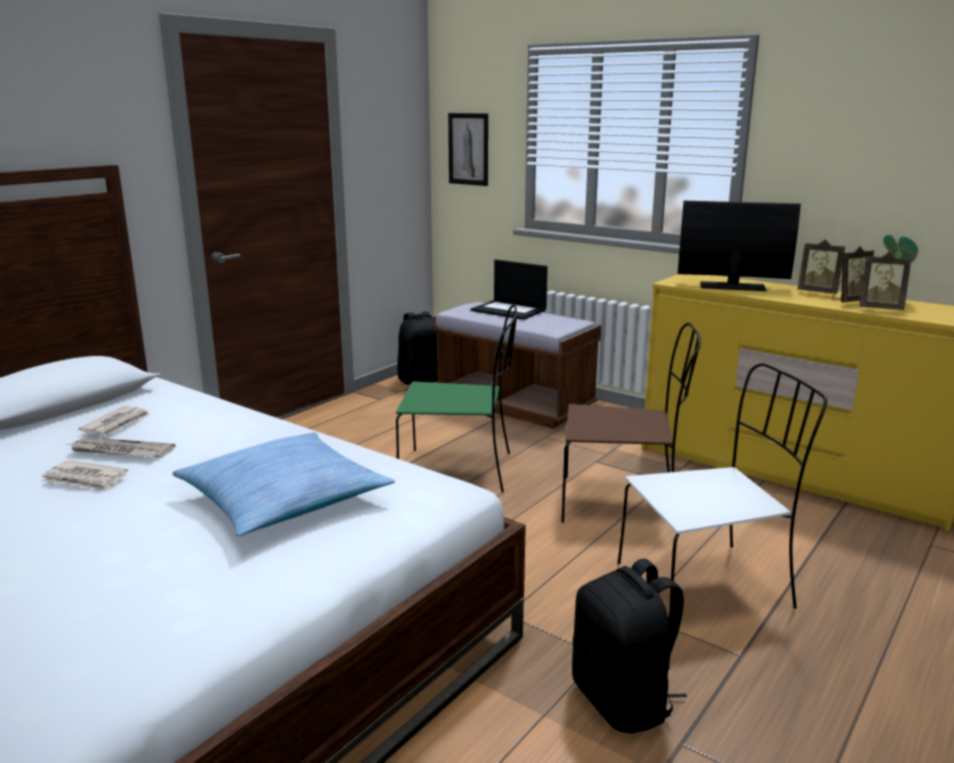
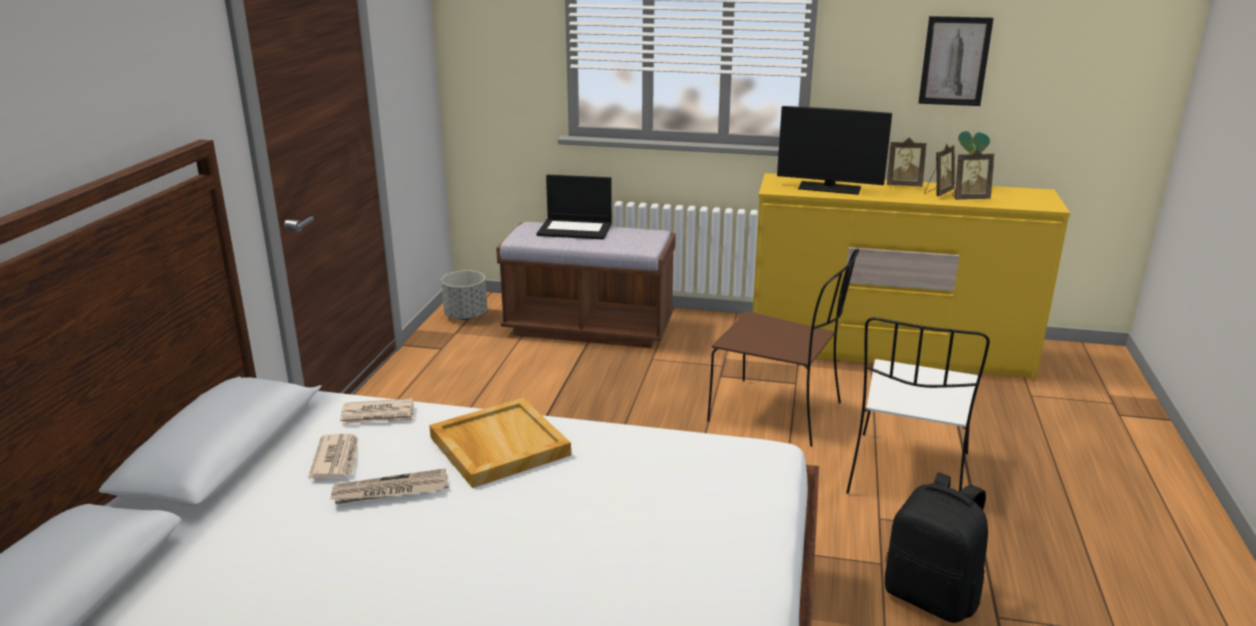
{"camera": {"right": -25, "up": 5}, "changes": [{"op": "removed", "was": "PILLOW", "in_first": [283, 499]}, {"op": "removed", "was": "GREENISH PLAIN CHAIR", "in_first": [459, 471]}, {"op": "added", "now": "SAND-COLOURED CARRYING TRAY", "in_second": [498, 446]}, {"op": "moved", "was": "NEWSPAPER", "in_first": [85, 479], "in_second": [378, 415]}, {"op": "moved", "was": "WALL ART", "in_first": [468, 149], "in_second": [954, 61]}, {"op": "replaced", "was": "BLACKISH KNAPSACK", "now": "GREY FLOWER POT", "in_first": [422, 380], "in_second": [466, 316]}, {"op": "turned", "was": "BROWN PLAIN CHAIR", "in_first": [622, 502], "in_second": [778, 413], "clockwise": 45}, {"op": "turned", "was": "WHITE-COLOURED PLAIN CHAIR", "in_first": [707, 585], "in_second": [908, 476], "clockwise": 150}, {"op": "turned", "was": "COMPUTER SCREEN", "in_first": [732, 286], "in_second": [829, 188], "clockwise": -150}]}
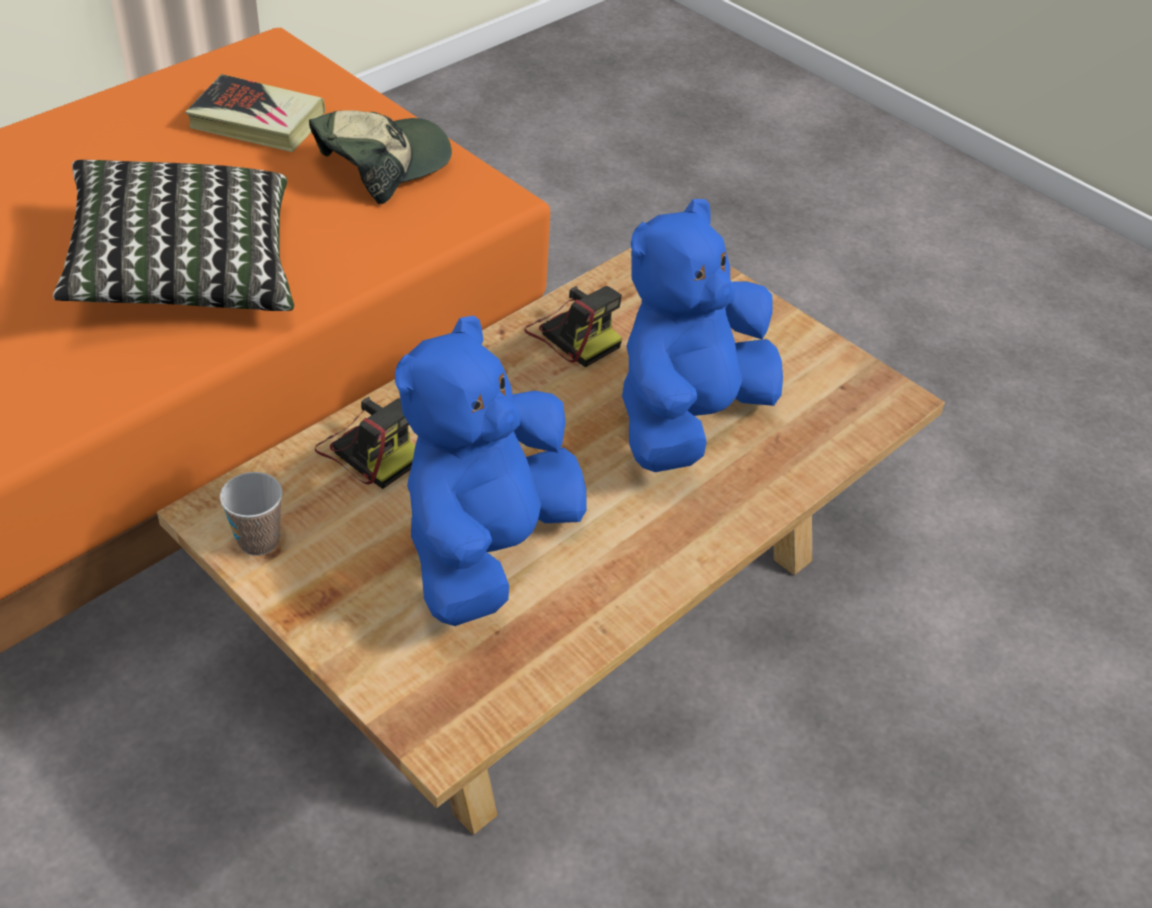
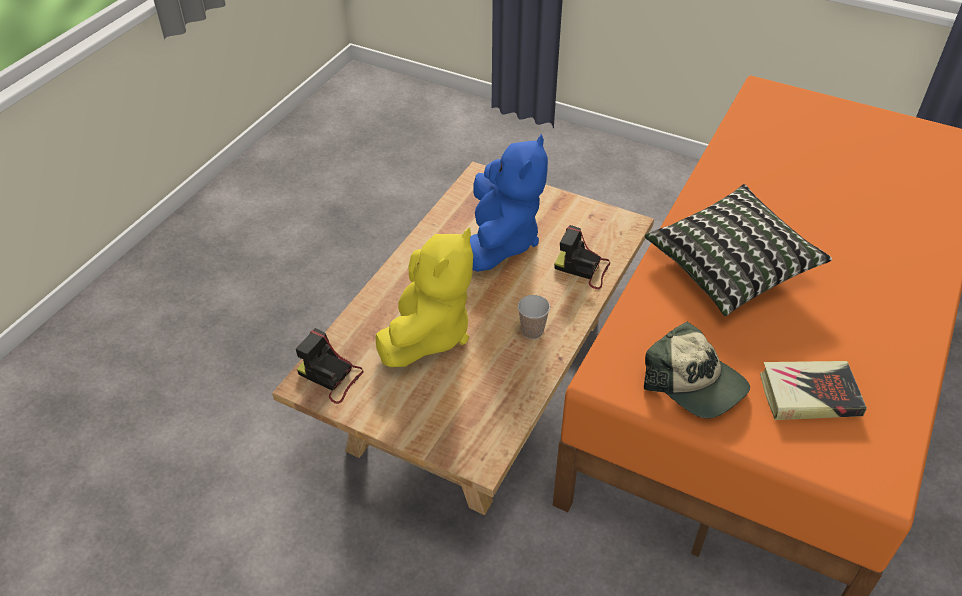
{"camera": {"right": 165, "up": 0}, "changes": [{"op": "moved", "was": "CUP", "in_first": [258, 540], "in_second": [532, 331]}, {"op": "moved", "was": "STILL CAMERA", "in_first": [573, 335], "in_second": [331, 377]}, {"op": "recoloured", "was": "BLUE-COLOURED PLUSH TOY", "now": "YELLOWISH PLUSH TOY", "in_first": [687, 418], "in_second": [428, 333]}, {"op": "turned", "was": "CAP", "in_first": [382, 164], "in_second": [695, 383], "clockwise": -75}]}
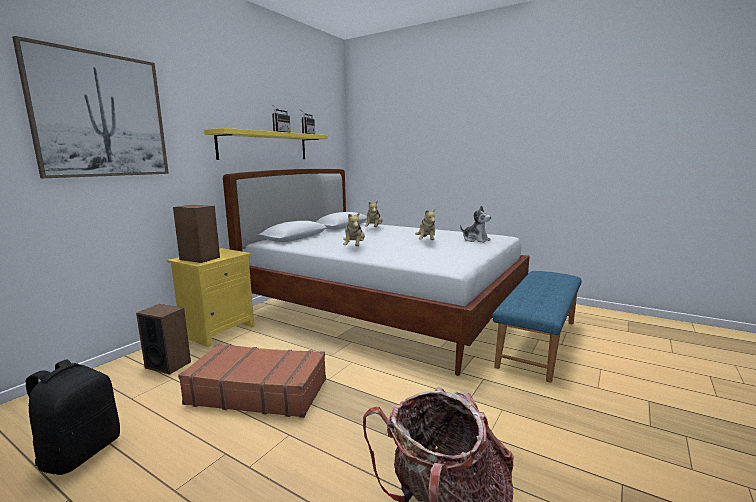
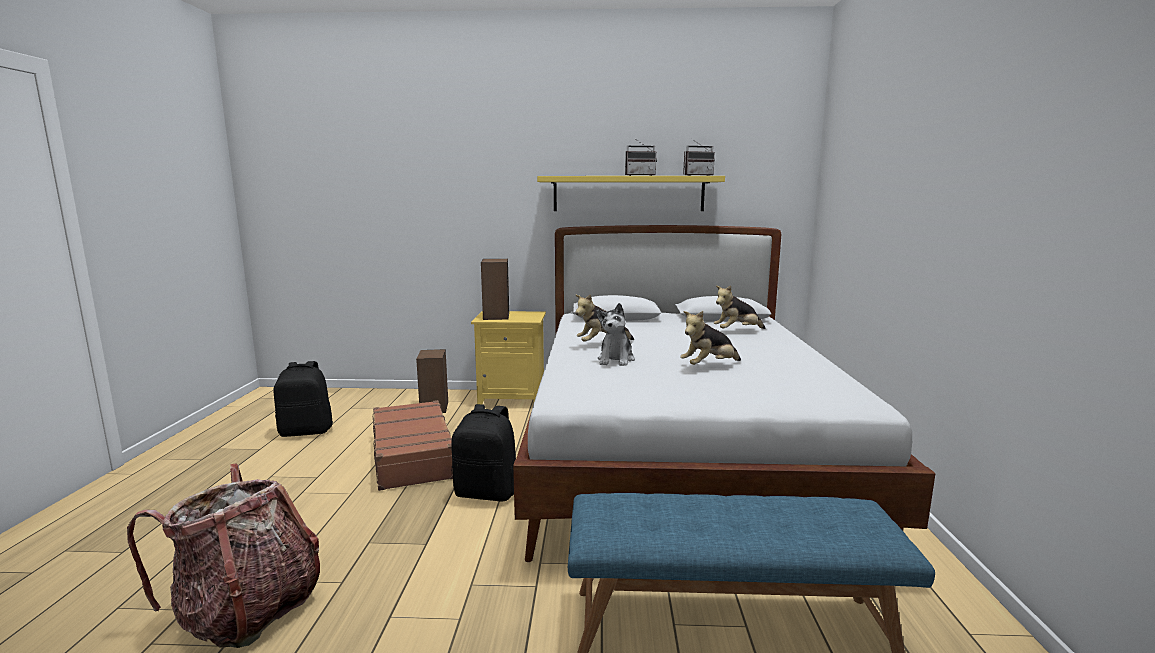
{"camera": {"right": 60, "up": 0}, "changes": [{"op": "removed", "was": "WALL ART", "in_first": [100, 115]}, {"op": "added", "now": "BLACKISH KNAPSACK", "in_second": [487, 492]}, {"op": "moved", "was": "PLUSH TOY", "in_first": [475, 240], "in_second": [616, 360]}]}
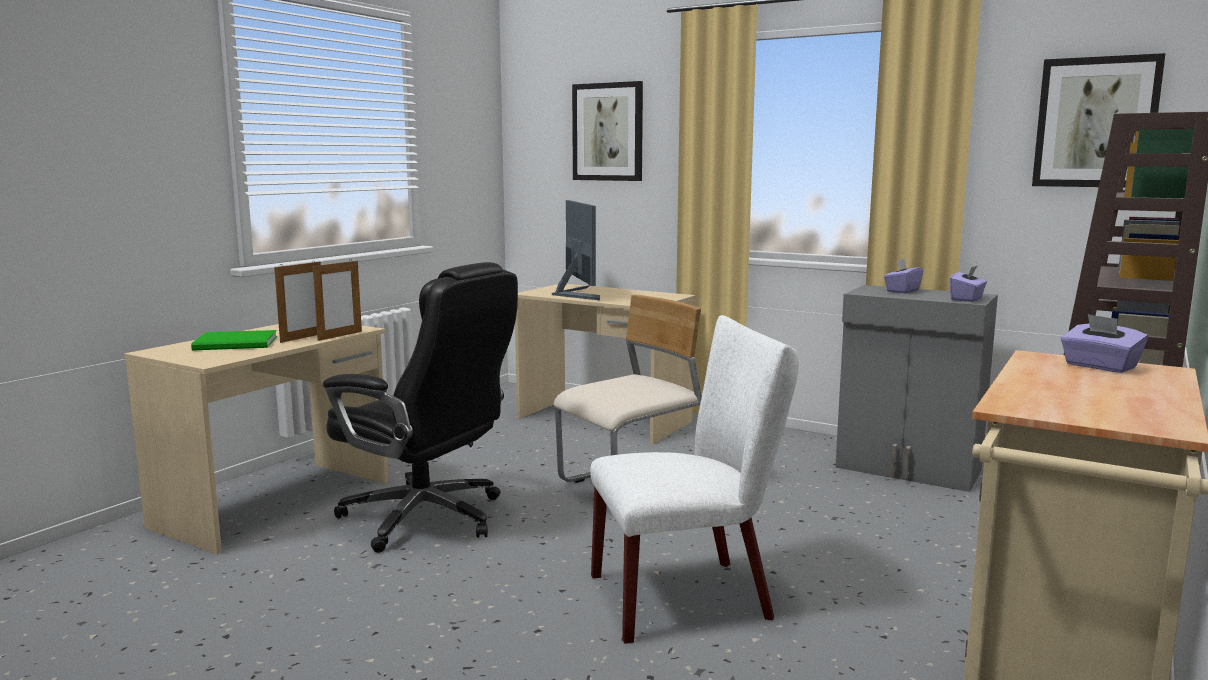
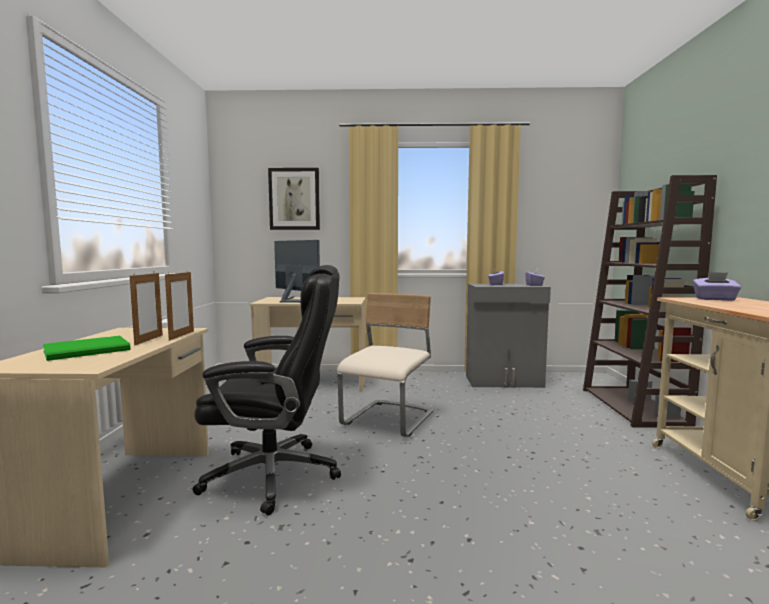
{"camera": {"right": -30, "up": -5}, "changes": [{"op": "removed", "was": "WHITE-COLOURED PLAIN CHAIR", "in_first": [691, 596]}, {"op": "removed", "was": "WALL ART", "in_first": [1096, 122]}]}
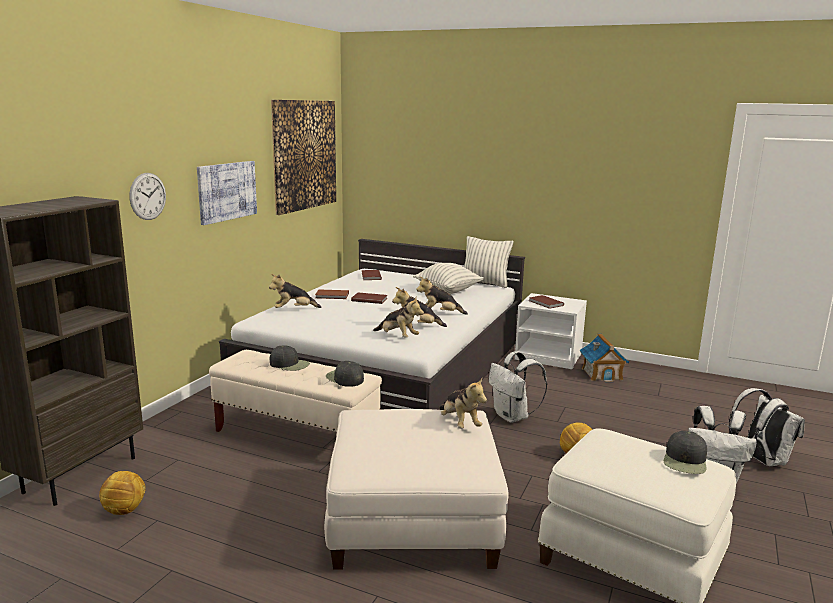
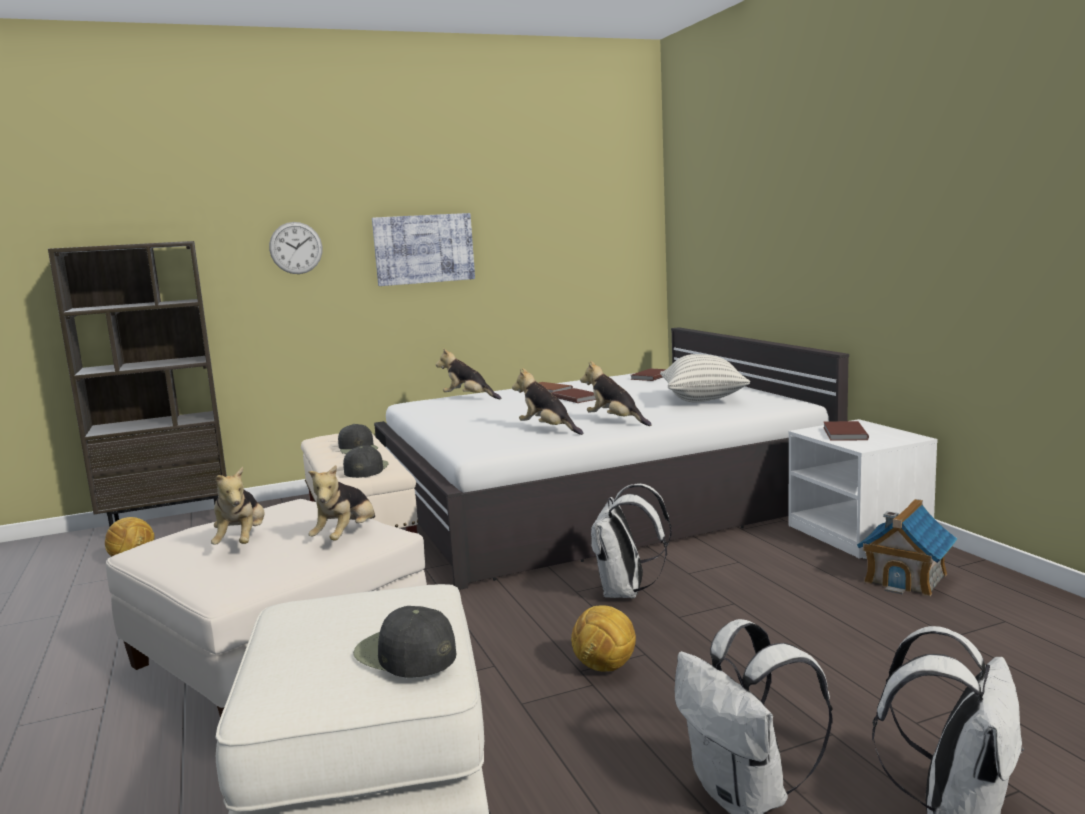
{"camera": {"right": 45, "up": -5}, "changes": [{"op": "removed", "was": "WALL ART", "in_first": [304, 155]}, {"op": "removed", "was": "PILLOW", "in_first": [485, 283]}, {"op": "moved", "was": "PLUSH TOY", "in_first": [397, 337], "in_second": [242, 542]}, {"op": "turned", "was": "BLACKISH CAP", "in_first": [685, 460], "in_second": [405, 653], "clockwise": 60}]}
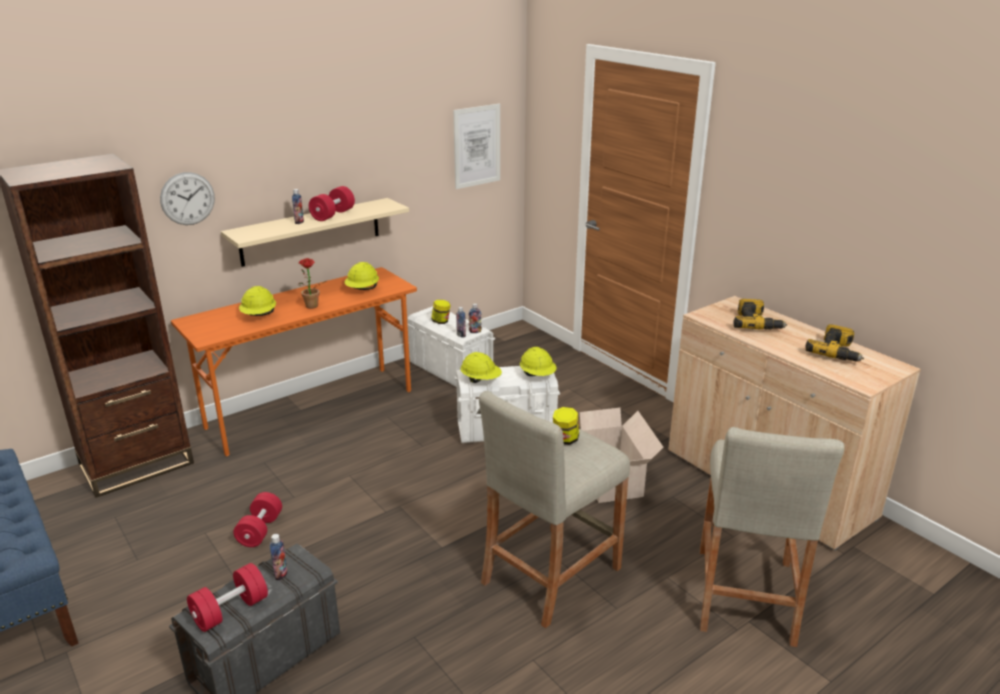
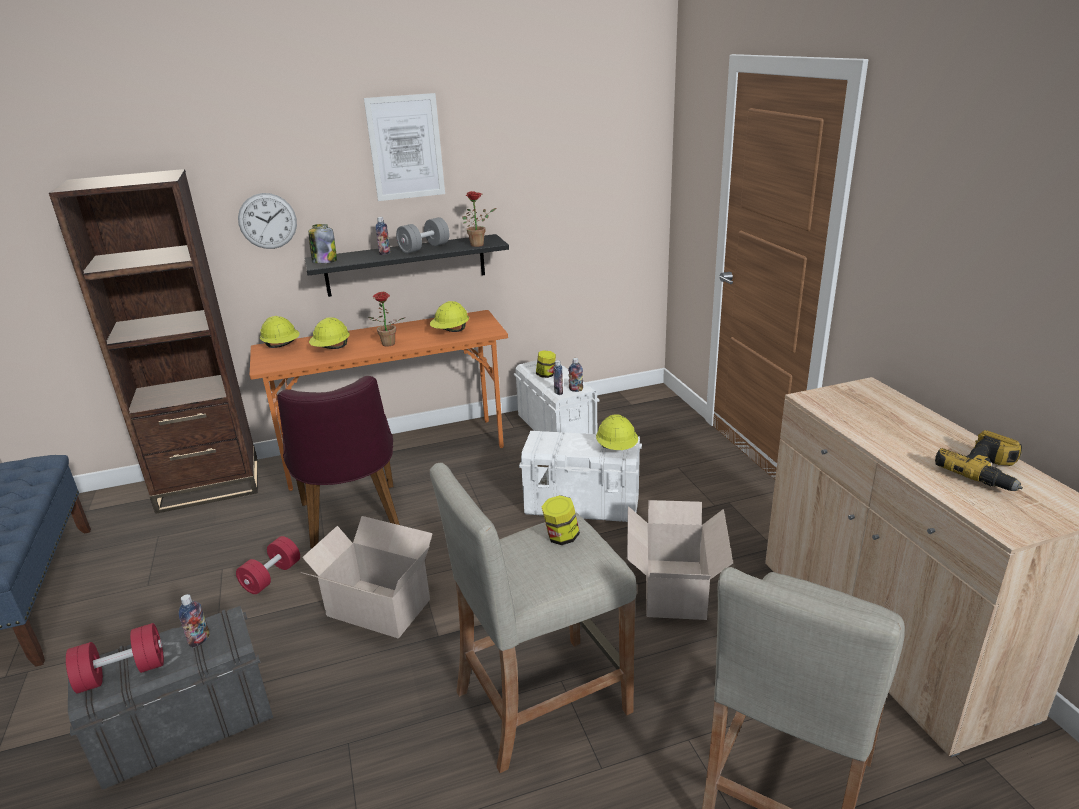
{"camera": {"right": 20, "up": 0}, "changes": [{"op": "removed", "was": "ELECTRIC DRILL", "in_first": [756, 323]}, {"op": "added", "now": "PURPLE-COLOURED PLAIN CHAIR", "in_second": [352, 522]}, {"op": "added", "now": "CARDBOARD BOX", "in_second": [376, 606]}, {"op": "added", "now": "STORAGE JAR", "in_second": [324, 261]}, {"op": "added", "now": "HOUSEPLANT", "in_second": [480, 244]}, {"op": "moved", "was": "WALL ART", "in_first": [477, 146], "in_second": [405, 147]}, {"op": "moved", "was": "YELLOWISH SAFETY HELMET", "in_first": [481, 380], "in_second": [282, 346]}, {"op": "recoloured", "was": "SAND-COLOURED WALL SHELF", "now": "BLACKISH WALL SHELF", "in_first": [311, 231], "in_second": [406, 265]}, {"op": "recoloured", "was": "RED-COLOURED HAND WEIGHT", "now": "GREY HAND WEIGHT", "in_first": [333, 215], "in_second": [424, 248]}]}
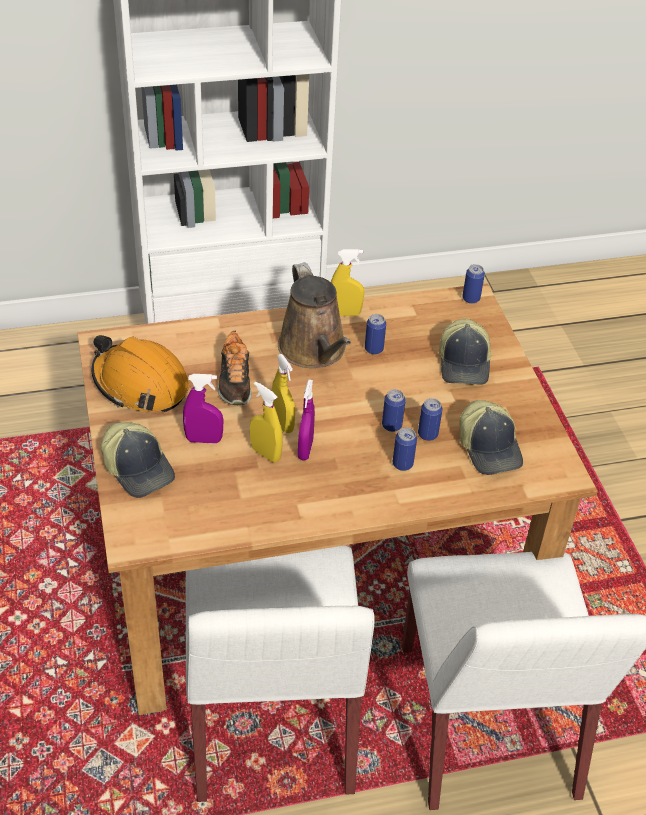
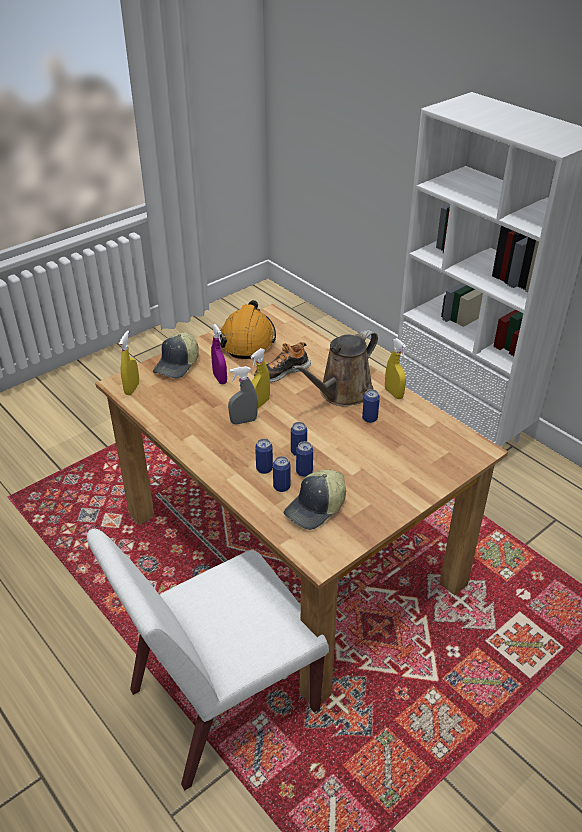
{"camera": {"right": 65, "up": -5}, "changes": [{"op": "removed", "was": "WHITE-COLOURED PLAIN CHAIR", "in_first": [272, 716]}, {"op": "removed", "was": "CAP", "in_first": [465, 364]}, {"op": "moved", "was": "YELLOWISH SPRAY BOTTLE", "in_first": [265, 453], "in_second": [132, 389]}, {"op": "moved", "was": "CAN", "in_first": [471, 298], "in_second": [281, 487]}, {"op": "recoloured", "was": "PURPLE-COLOURED SPRAY BOTTLE", "now": "GREY SPRAY BOTTLE", "in_first": [305, 449], "in_second": [243, 421]}]}
